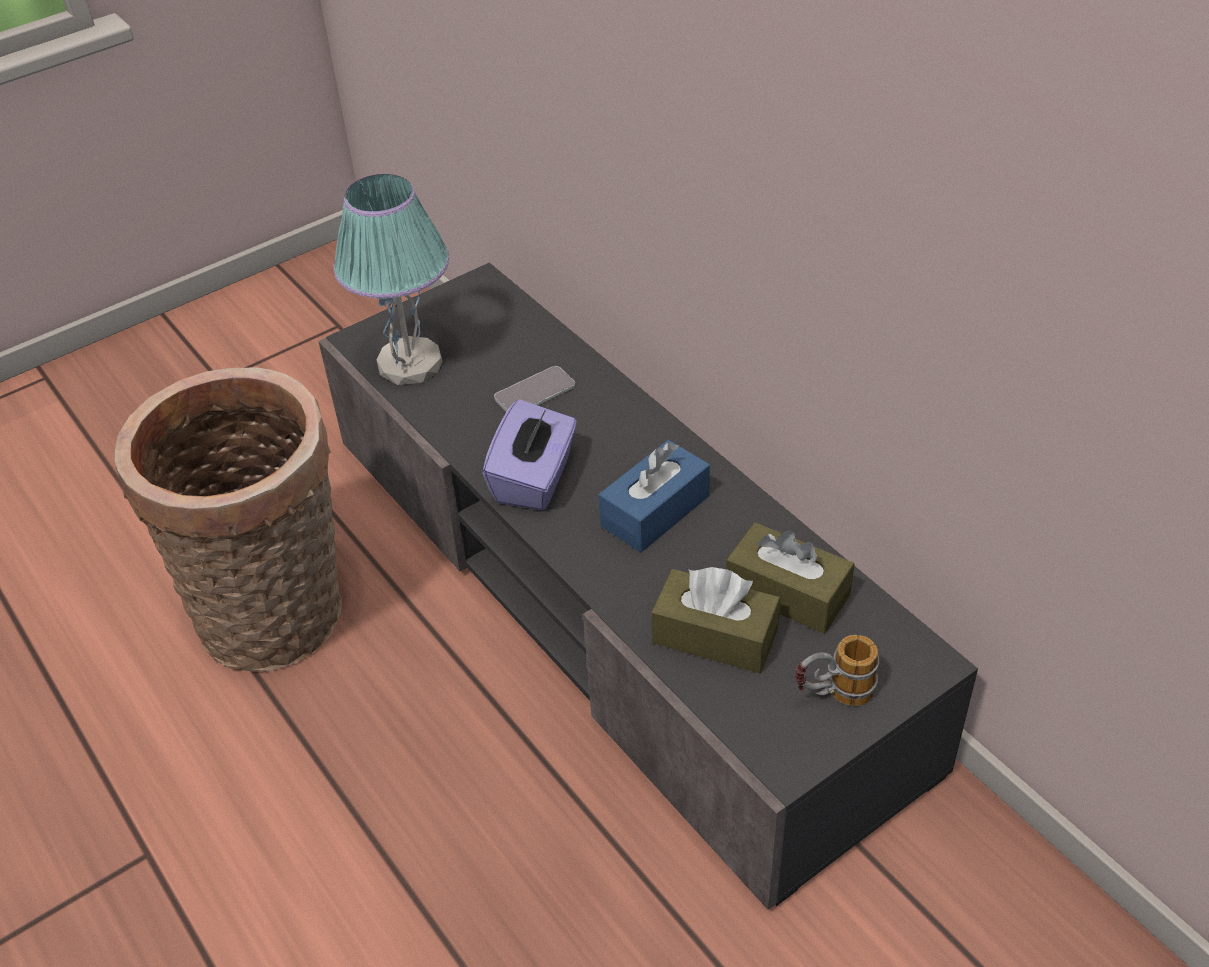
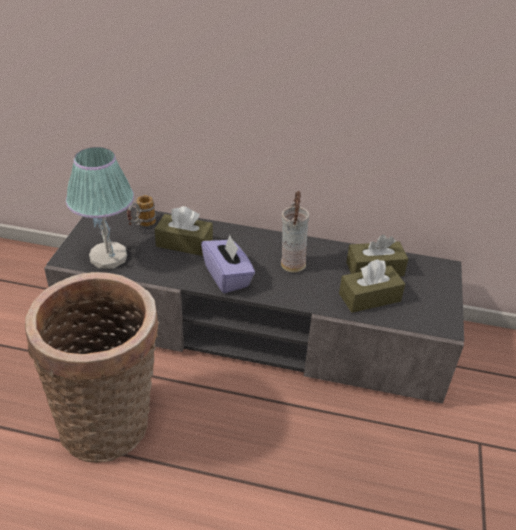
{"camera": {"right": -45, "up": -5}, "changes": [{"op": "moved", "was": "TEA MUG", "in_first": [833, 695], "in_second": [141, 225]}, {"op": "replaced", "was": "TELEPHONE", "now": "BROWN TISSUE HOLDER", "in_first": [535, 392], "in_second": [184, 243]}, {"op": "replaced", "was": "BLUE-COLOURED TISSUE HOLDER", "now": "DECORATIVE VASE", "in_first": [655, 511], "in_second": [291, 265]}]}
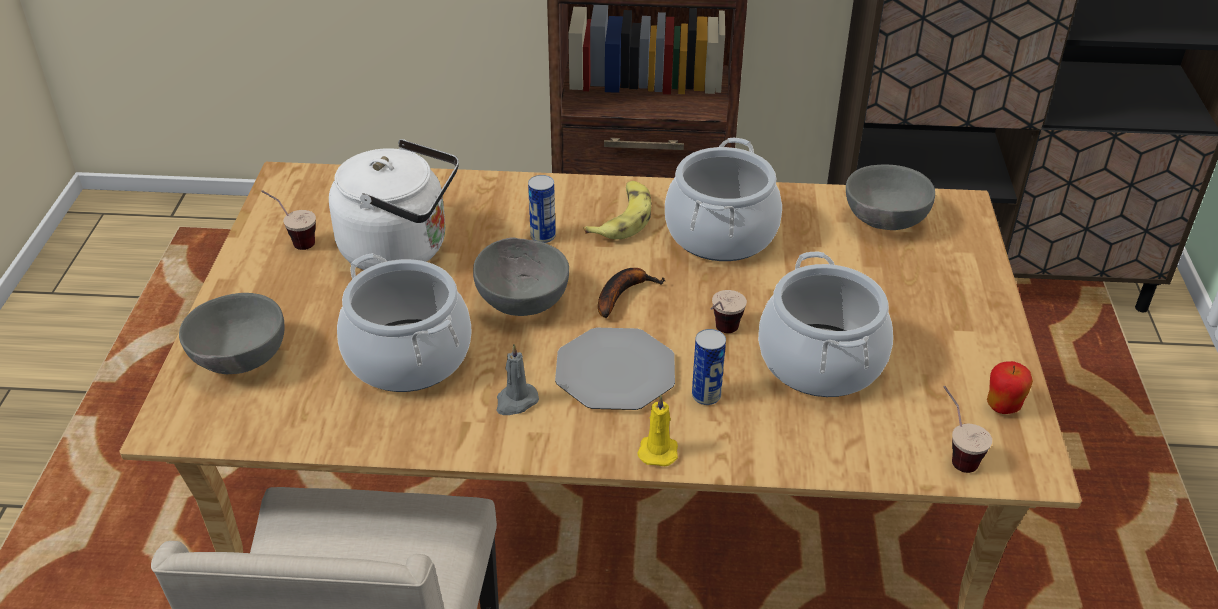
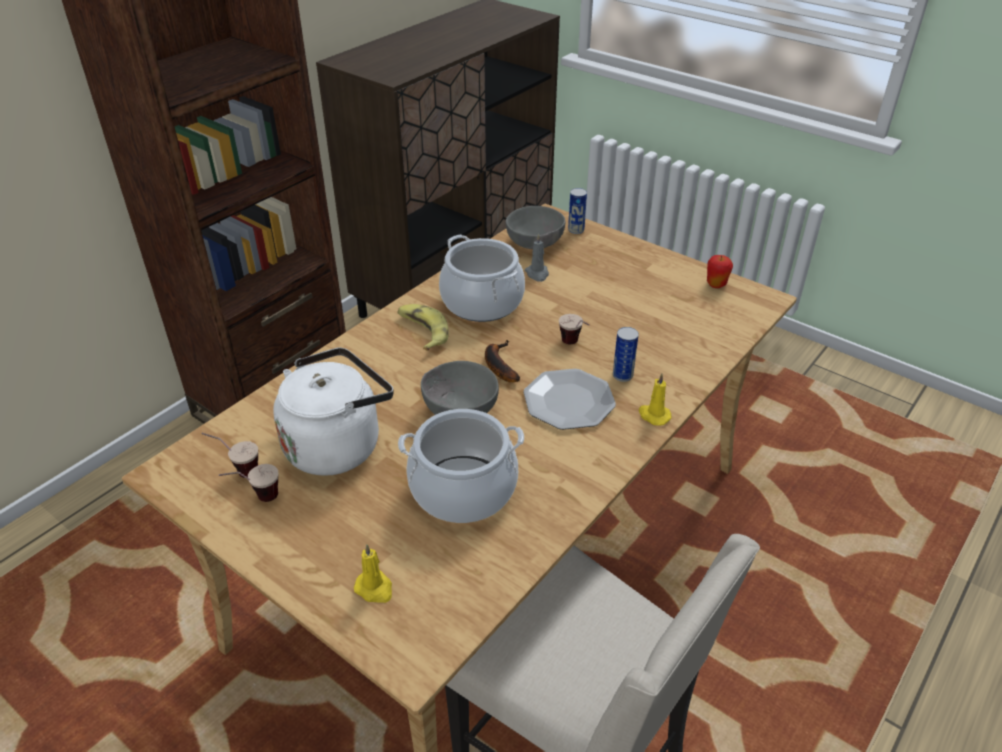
{"camera": {"right": -55, "up": 0}, "changes": [{"op": "removed", "was": "COOKING POT", "in_first": [820, 361]}, {"op": "moved", "was": "GREY WAX CANDLE", "in_first": [515, 401], "in_second": [537, 274]}, {"op": "moved", "was": "CAN", "in_first": [543, 236], "in_second": [576, 230]}, {"op": "moved", "was": "CUP", "in_first": [954, 453], "in_second": [237, 470]}, {"op": "replaced", "was": "GREY BOWL", "now": "YELLOWISH WAX CANDLE", "in_first": [238, 361], "in_second": [375, 589]}]}
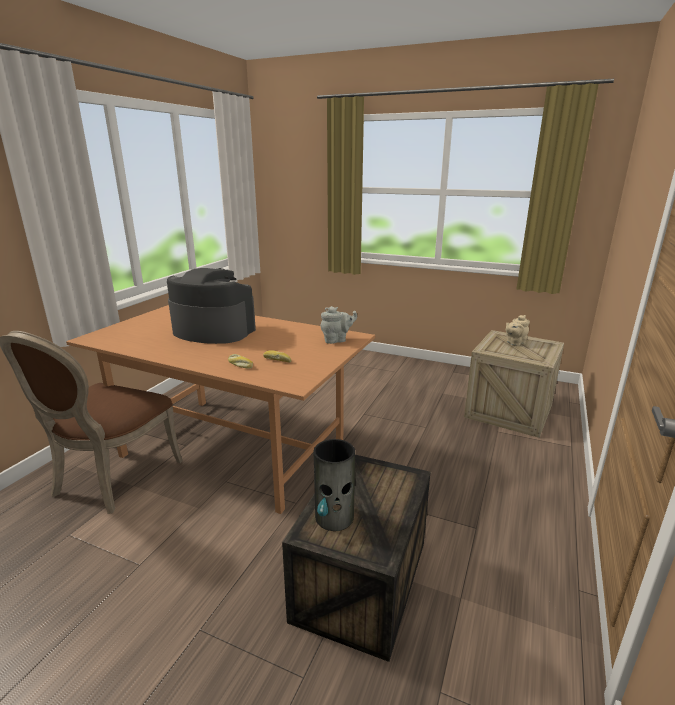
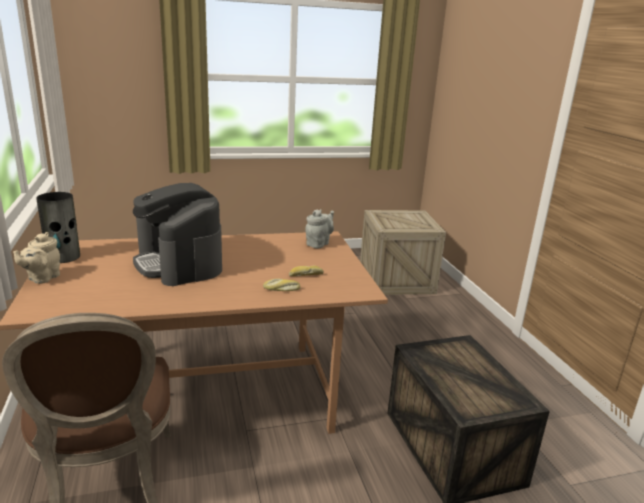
{"camera": {"right": -40, "up": 0}, "changes": [{"op": "moved", "was": "DECORATIVE VASE", "in_first": [334, 517], "in_second": [63, 257]}, {"op": "moved", "was": "SAND-COLOURED TEAPOT", "in_first": [514, 343], "in_second": [42, 278]}, {"op": "turned", "was": "COFFEE BREWER", "in_first": [213, 331], "in_second": [179, 263], "clockwise": -105}]}
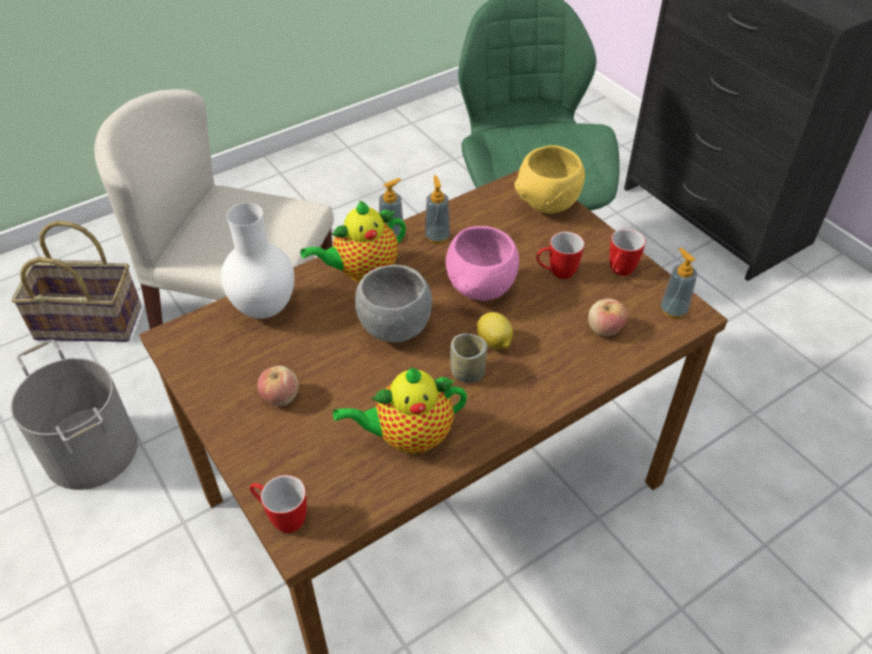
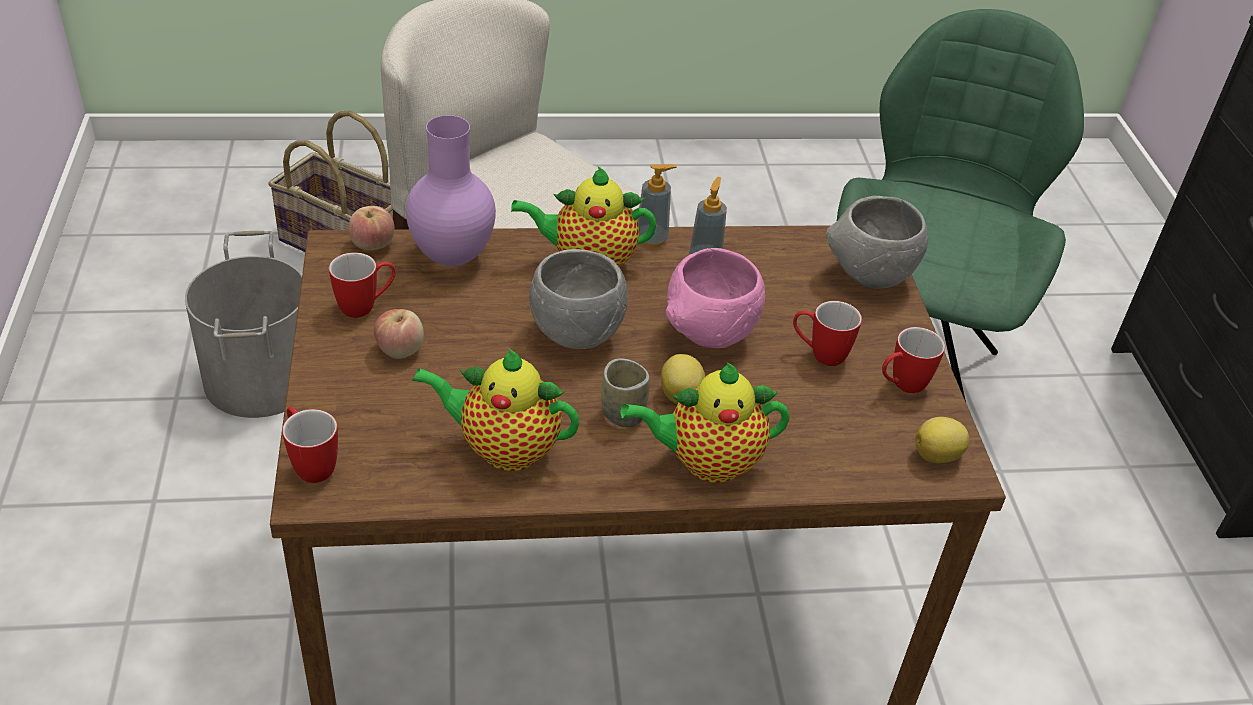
{"camera": {"right": 25, "up": -5}, "changes": [{"op": "added", "now": "TEA MUG", "in_second": [366, 306]}, {"op": "added", "now": "TEAPOT", "in_second": [706, 462]}, {"op": "moved", "was": "APPLE FRUIT", "in_first": [604, 329], "in_second": [372, 244]}, {"op": "replaced", "was": "LIQUID SOAP BOTTLE", "now": "CITRUS FRUIT", "in_first": [673, 310], "in_second": [938, 456]}, {"op": "recoloured", "was": "WHITE-COLOURED DECORATIVE VASE", "now": "PURPLE-COLOURED DECORATIVE VASE", "in_first": [266, 309], "in_second": [453, 258]}, {"op": "recoloured", "was": "YELLOWISH BOWL", "now": "GREY BOWL", "in_first": [546, 206], "in_second": [869, 277]}]}
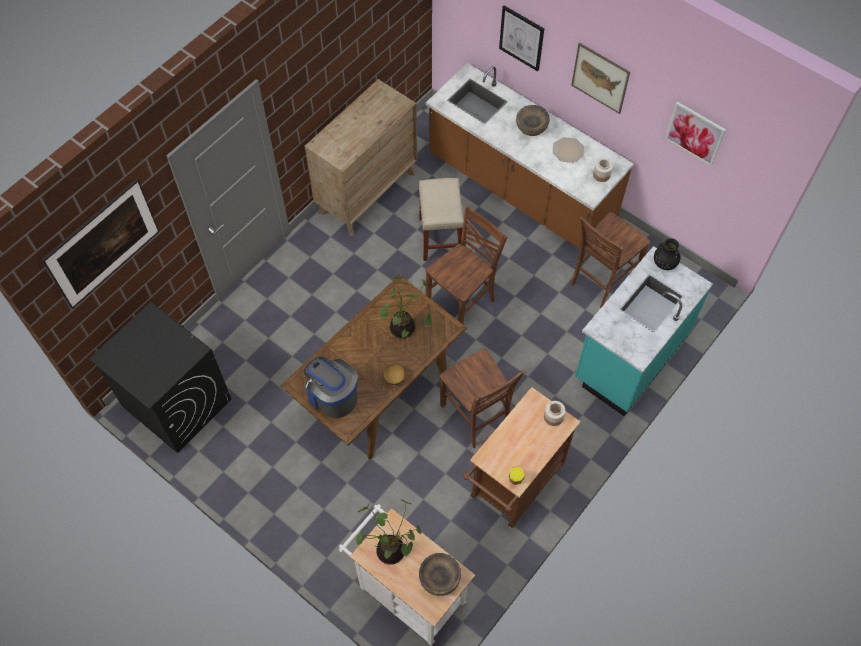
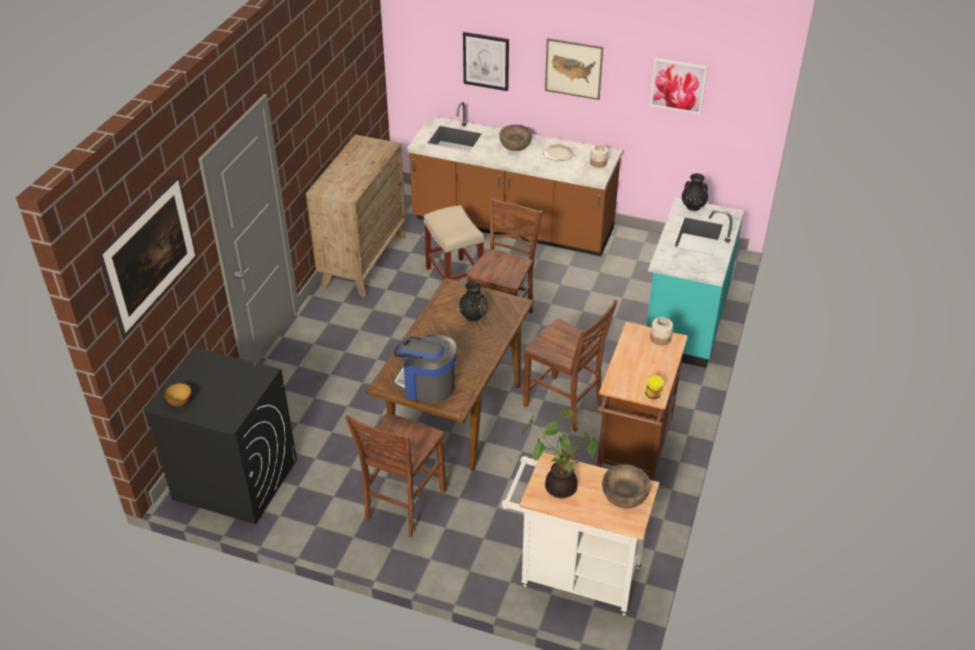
{"camera": {"right": -20, "up": -20}, "changes": [{"op": "moved", "was": "BOWL", "in_first": [394, 379], "in_second": [180, 402]}, {"op": "moved", "was": "BROWN PLAIN CHAIR", "in_first": [601, 281], "in_second": [402, 505]}, {"op": "replaced", "was": "HOUSEPLANT", "now": "BLACKISH DECORATIVE VASE", "in_first": [404, 329], "in_second": [473, 316]}]}
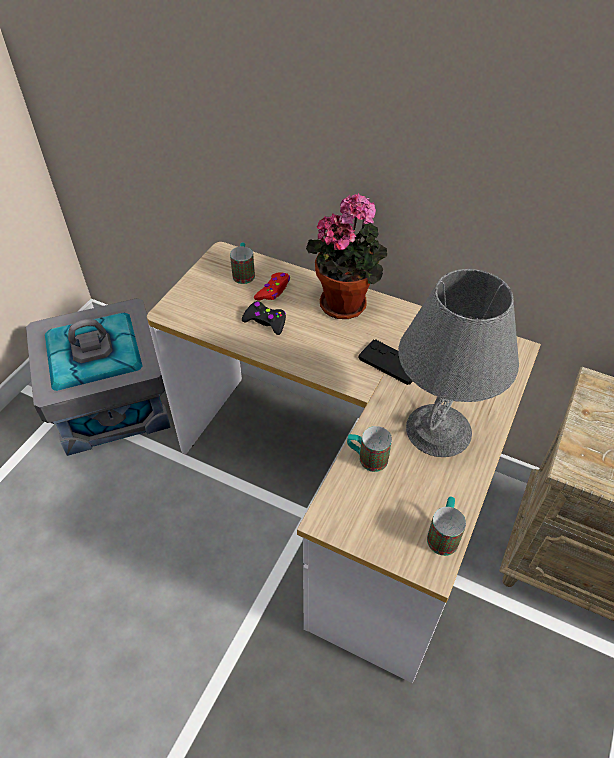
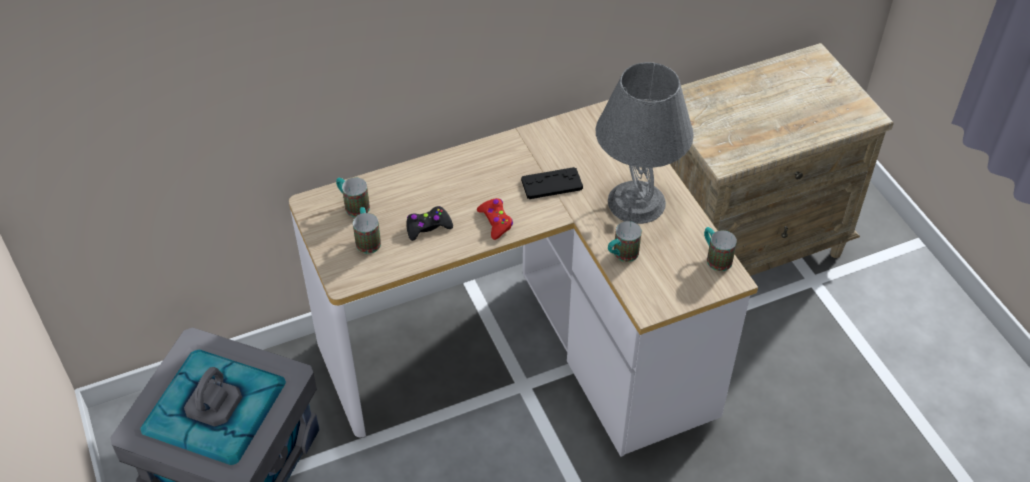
{"camera": {"right": -50, "up": 0}, "changes": [{"op": "removed", "was": "HOUSEPLANT", "in_first": [346, 302]}, {"op": "added", "now": "TEA MUG", "in_second": [367, 239]}, {"op": "moved", "was": "RED-COLOURED GAME CONTROLLER", "in_first": [273, 290], "in_second": [495, 221]}]}
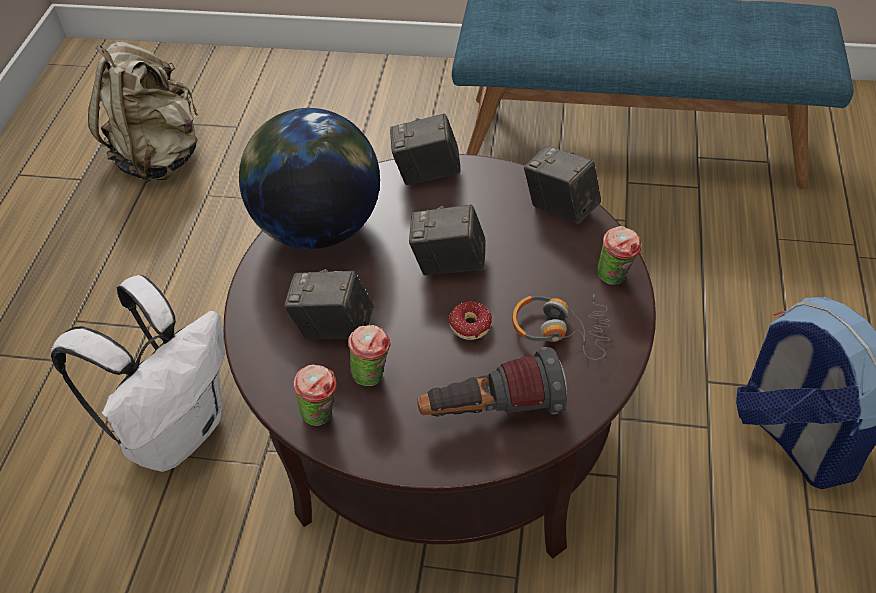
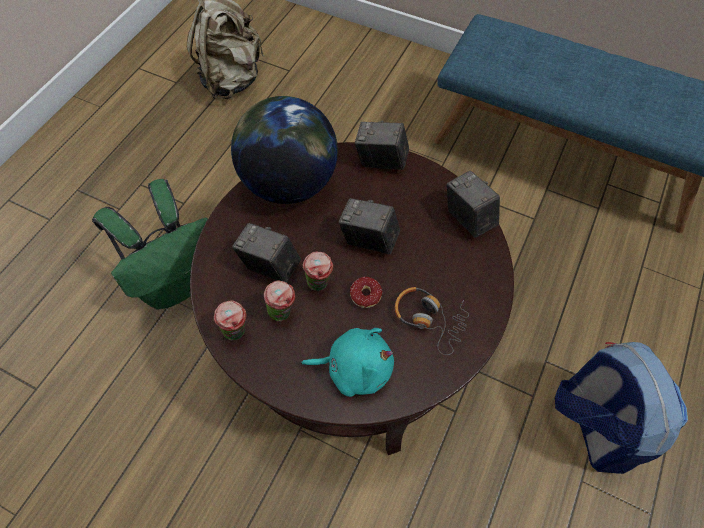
{"camera": {"right": 15, "up": 10}, "changes": [{"op": "moved", "was": "CUP", "in_first": [616, 278], "in_second": [320, 285]}, {"op": "replaced", "was": "HAND TORCH", "now": "TURQUOISE-COLOURED PLUSH TOY", "in_first": [491, 410], "in_second": [355, 368]}, {"op": "recoloured", "was": "WHITE-COLOURED KNAPSACK", "now": "GREENISH KNAPSACK", "in_first": [177, 430], "in_second": [178, 282]}]}
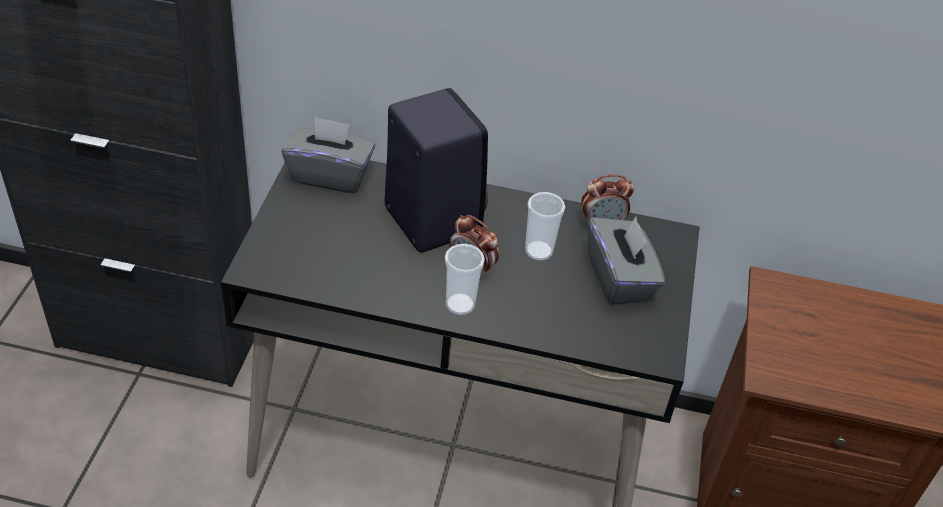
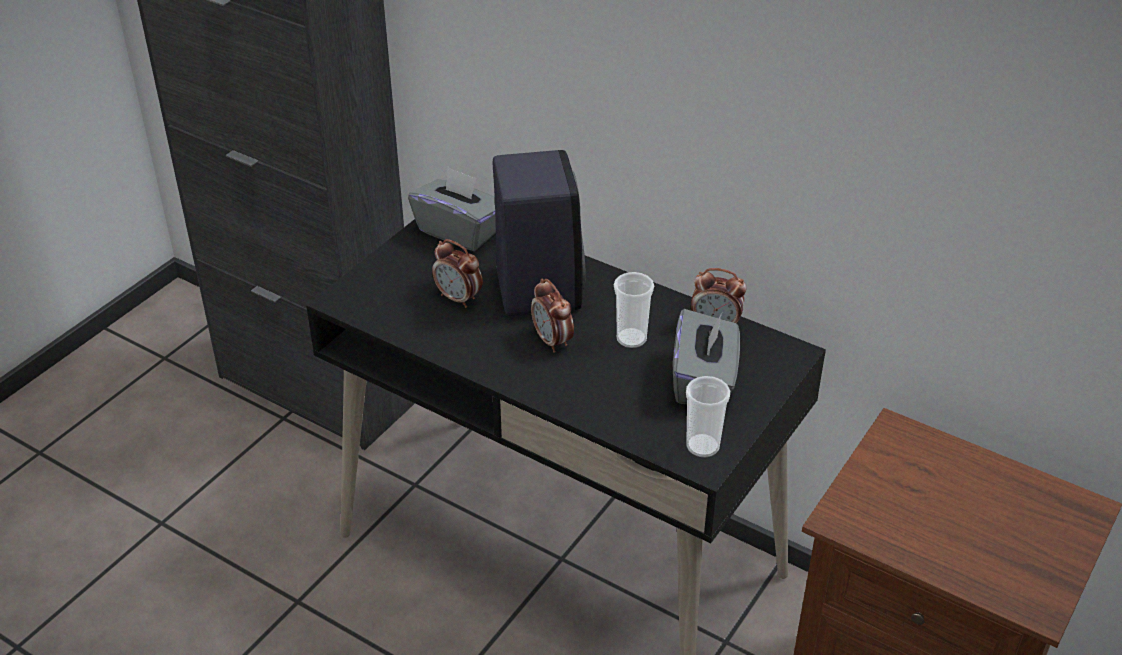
{"camera": {"right": 25, "up": -5}, "changes": [{"op": "added", "now": "TABLE CLOCK", "in_second": [458, 298]}, {"op": "moved", "was": "CUP", "in_first": [460, 304], "in_second": [702, 446]}]}
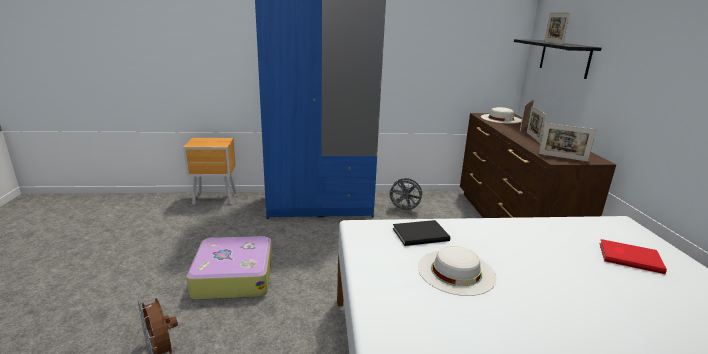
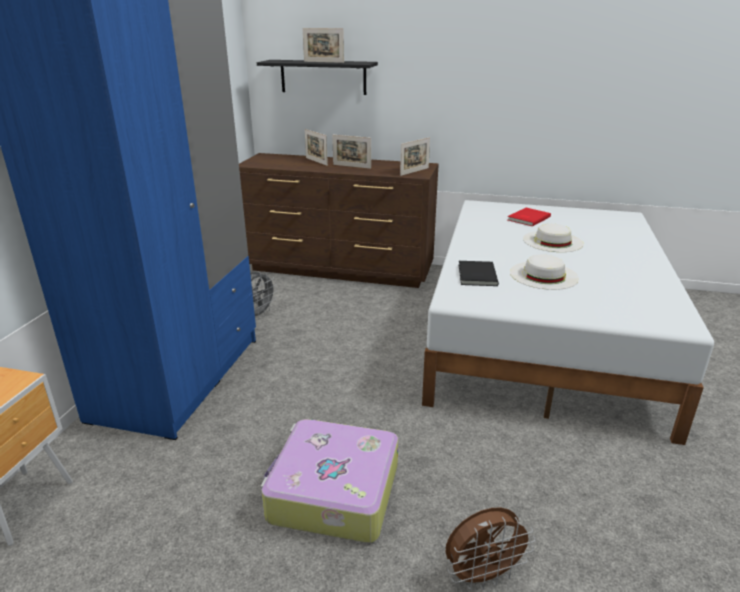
{"camera": {"right": -70, "up": 5}, "changes": [{"op": "moved", "was": "WHITE-COLOURED WEARABLE HAT", "in_first": [500, 118], "in_second": [552, 241]}]}
